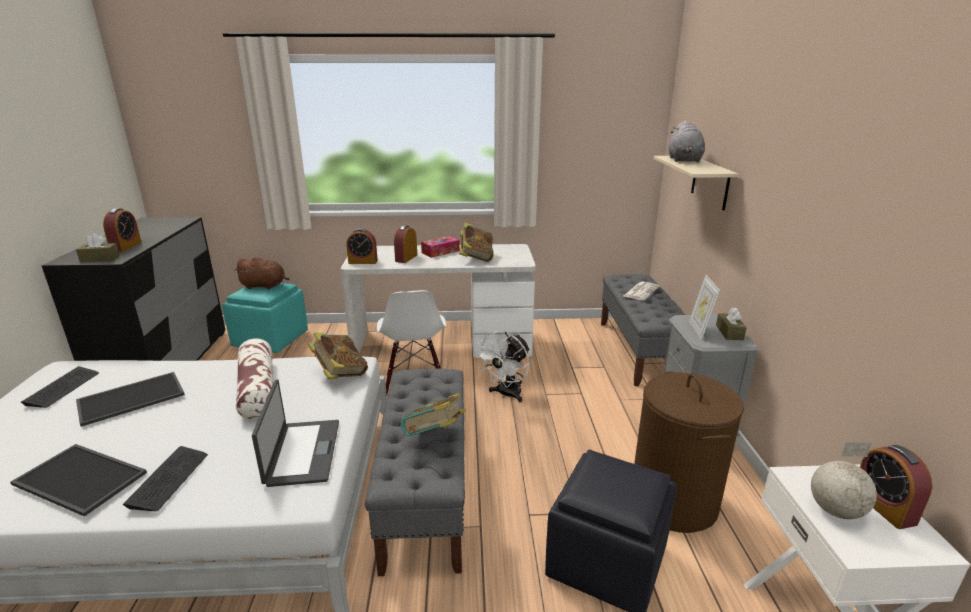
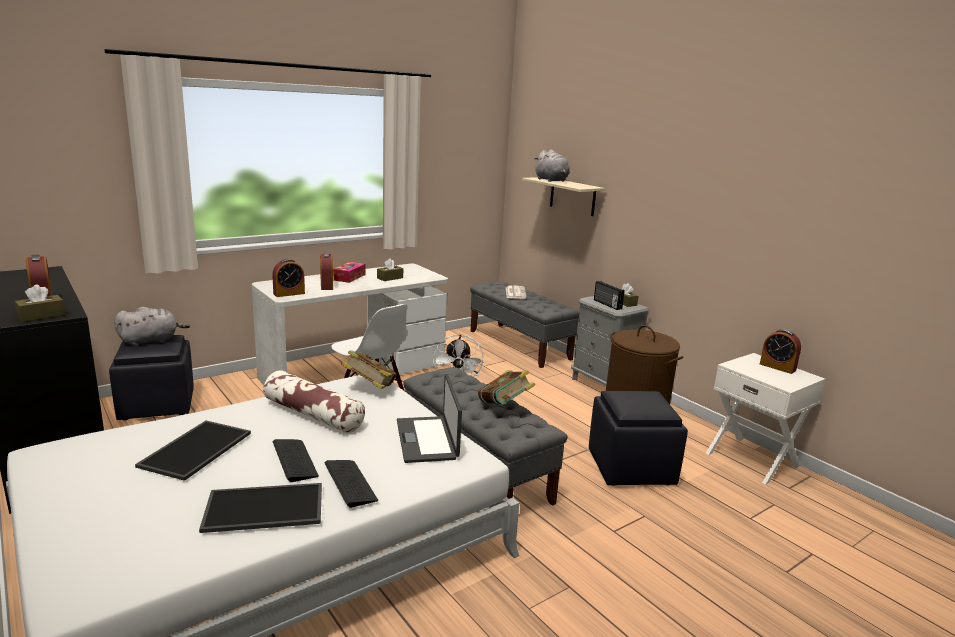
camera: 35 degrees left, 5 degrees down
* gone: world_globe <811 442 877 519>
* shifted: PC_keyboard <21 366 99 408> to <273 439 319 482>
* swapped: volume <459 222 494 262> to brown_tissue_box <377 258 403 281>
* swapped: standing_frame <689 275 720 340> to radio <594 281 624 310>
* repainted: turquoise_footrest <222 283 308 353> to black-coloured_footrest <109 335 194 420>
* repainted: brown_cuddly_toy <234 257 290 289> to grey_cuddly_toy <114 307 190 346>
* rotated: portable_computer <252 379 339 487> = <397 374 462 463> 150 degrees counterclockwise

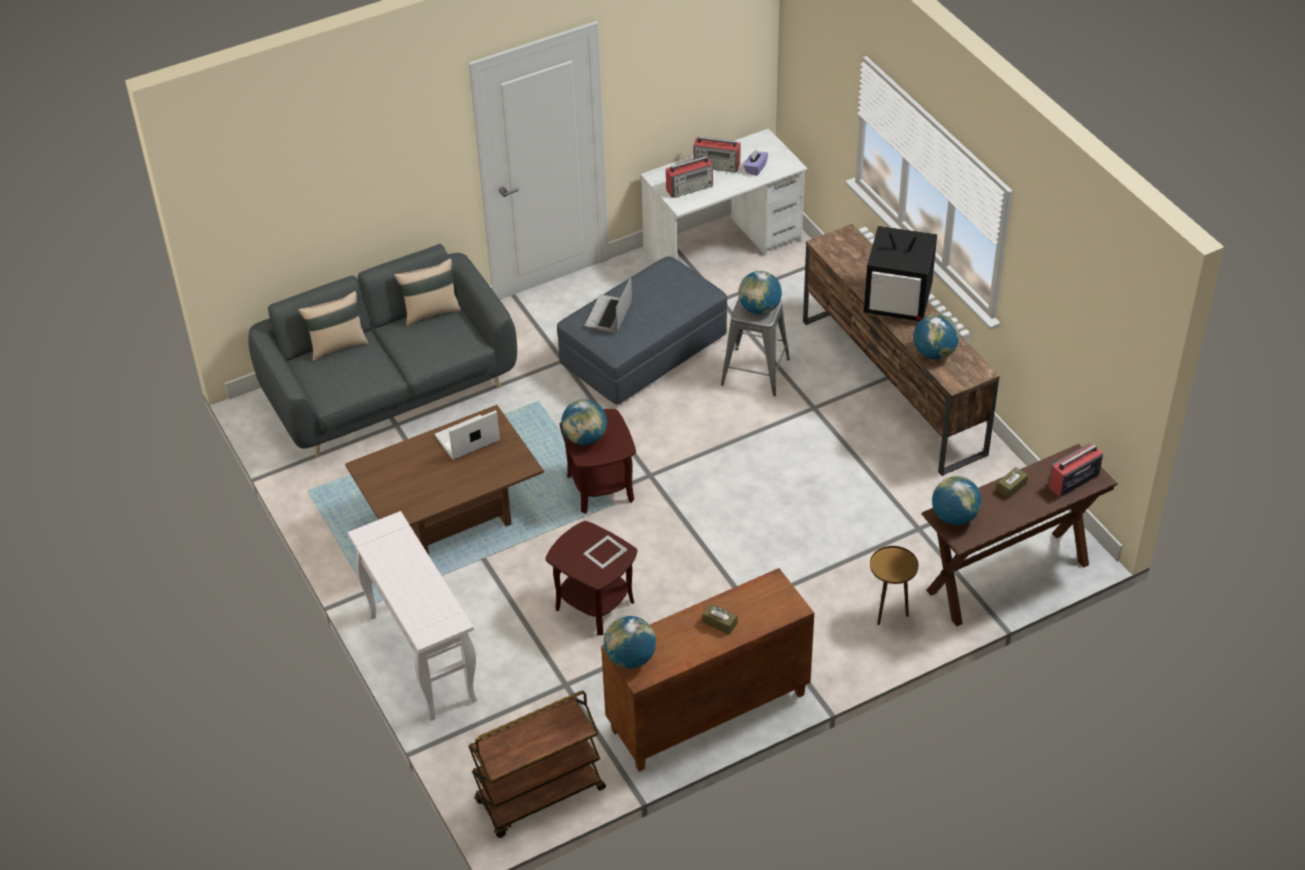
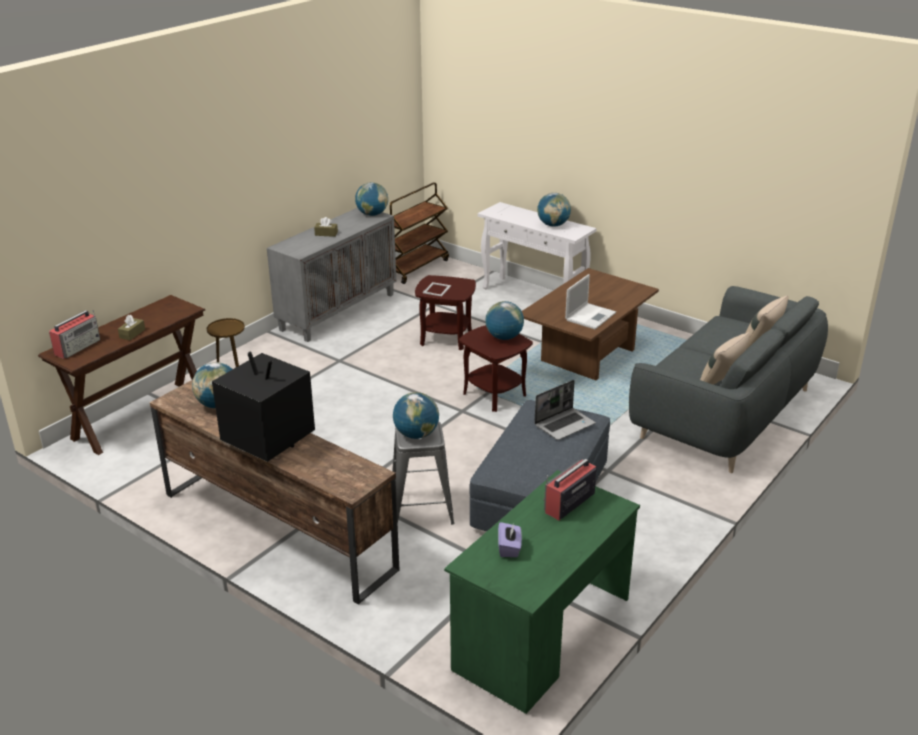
camera: 155 degrees right, 15 degrees down
* gone: radio <694 136 741 173>
* shifted: world_globe <932 476 982 525> to <537 193 571 227>
* repainted: brown_cupboard <601 568 814 772> to grey_cupboard <267 208 396 342>
* repainted: whitish_desk_unit <640 128 808 263> to greenish_desk_unit <444 470 640 714>
* rotated: portable_computer <585 276 632 333> = <535 380 596 440> 60 degrees clockwise
* rotated: television <864 226 937 321> = <212 352 315 462> 45 degrees clockwise

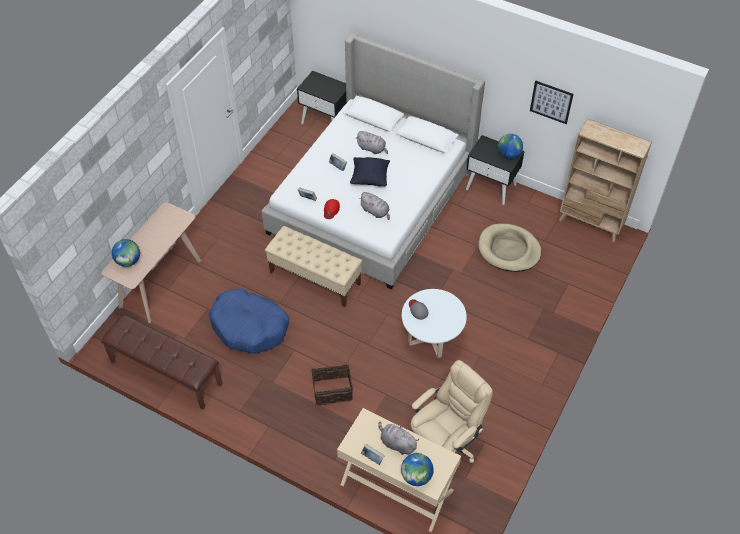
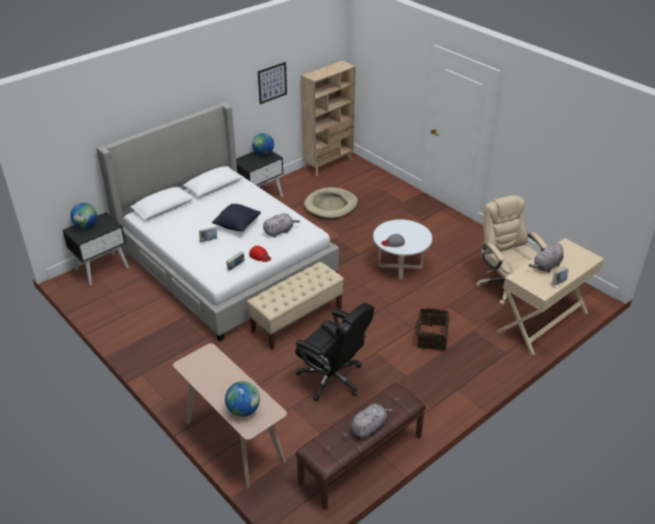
camera: 70 degrees left, 15 degrees down
* shifted: grey_cuddly_toy <356 131 388 154> to <350 404 394 438>
* shifted: world_globe <401 453 434 486> to <70 203 97 228>
* swapped: blue_dog_cushion <209 288 289 354> to black-coloured_computer_chair <295 303 374 401>

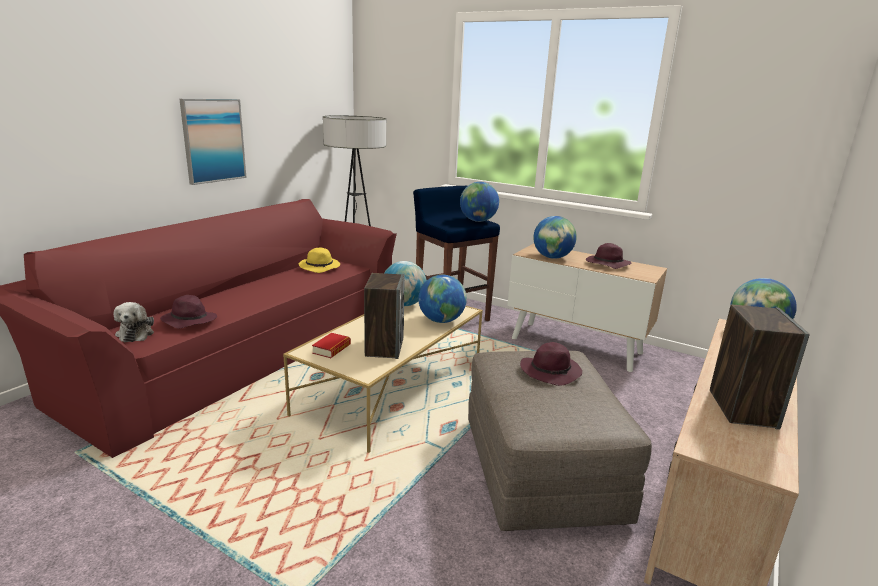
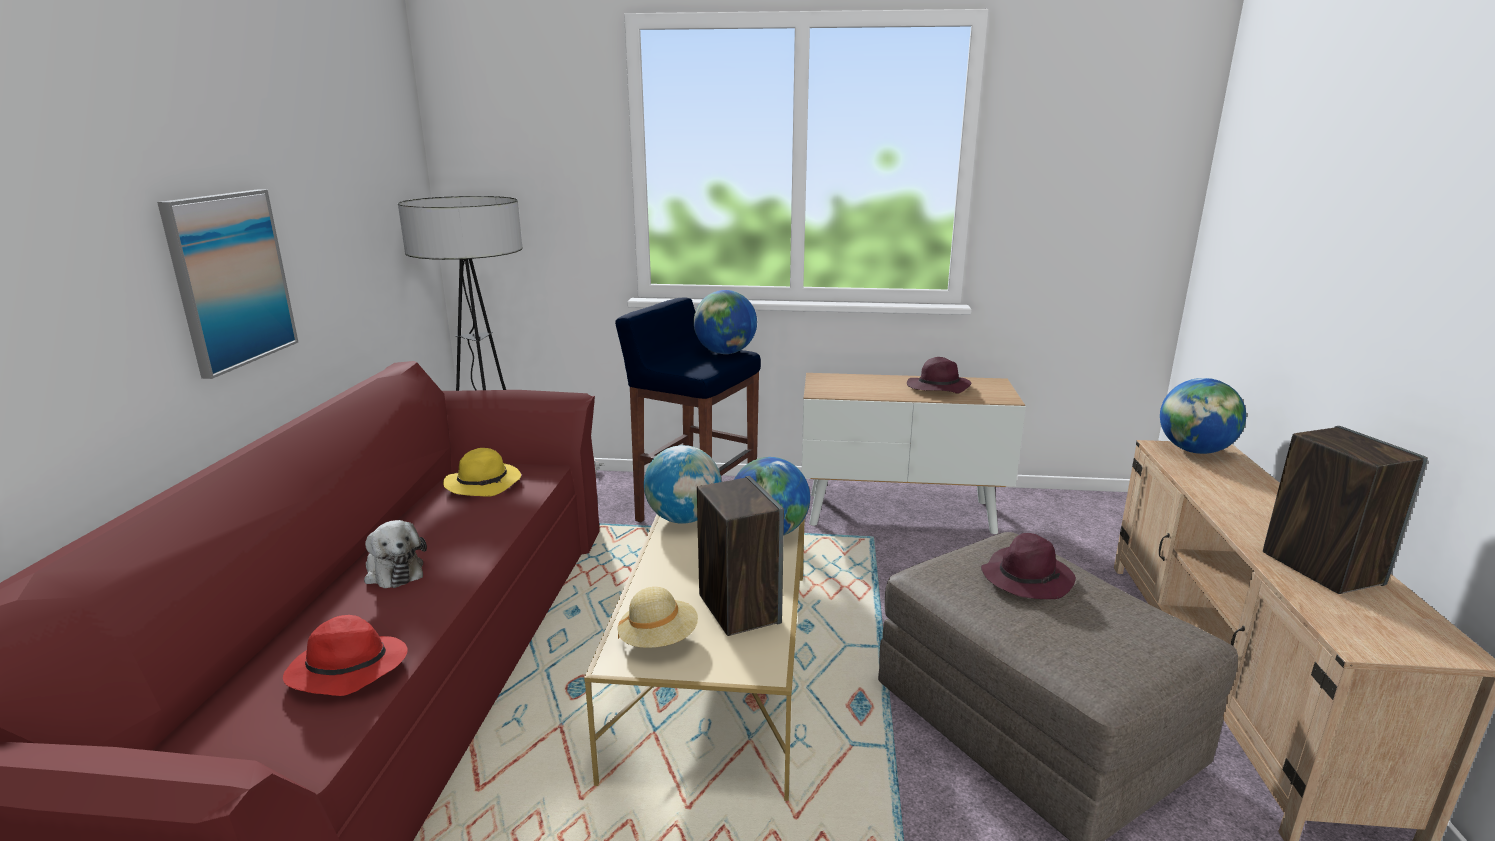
camera: 25 degrees left, 0 degrees up
* gone: world_globe <533 216 577 259>
* shifted: cuddly_toy <113 302 154 342> to <364 520 427 588>
* swapped: volume <312 333 351 358> to sand-coloured_hat <618 587 698 648>
* repainted: purple_hat <160 295 217 328> to red_hat <283 615 408 696>

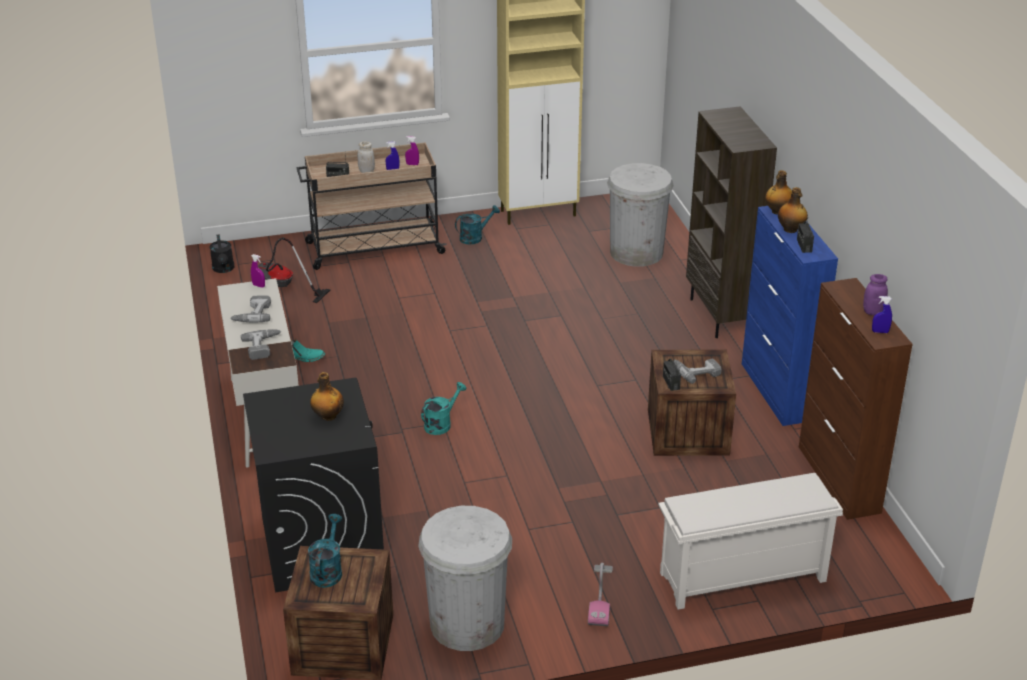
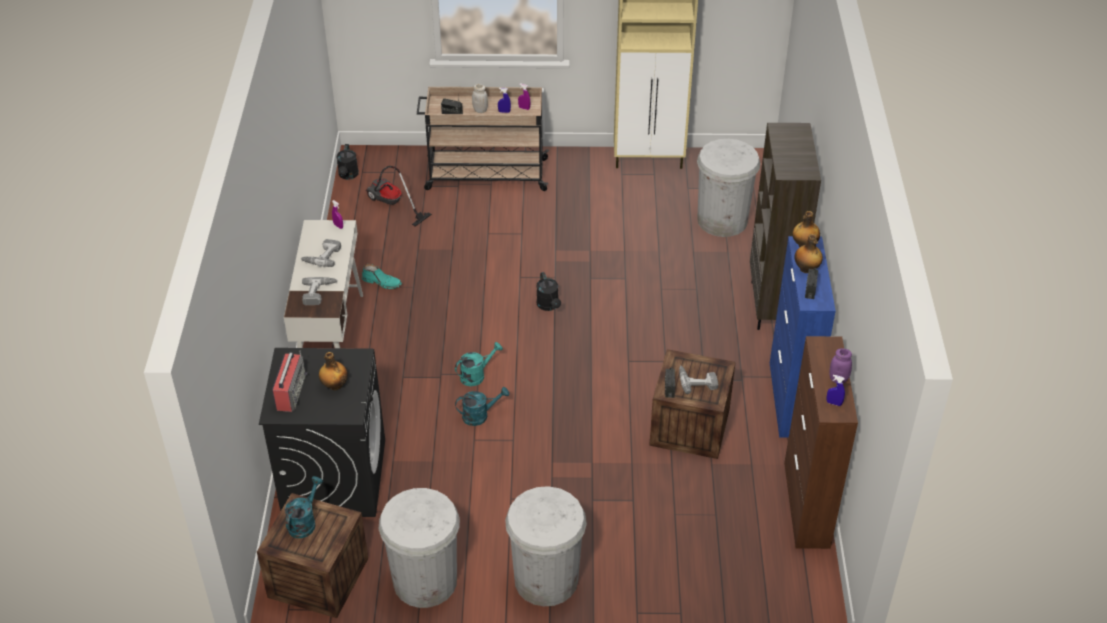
camera: 15 degrees right, 10 degrees up
* gone: whitish_shoe_stand <658 473 843 610>
* new: radio <272 350 308 412>
* new: black-coloured_sprinkling_can <536 272 561 311>
* shifted: turquoise_sprinkling_can <455 205 500 245> to <455 387 509 426>
* swapped: hoover <588 562 613 626> to whitish_waste_bin <505 486 587 606>

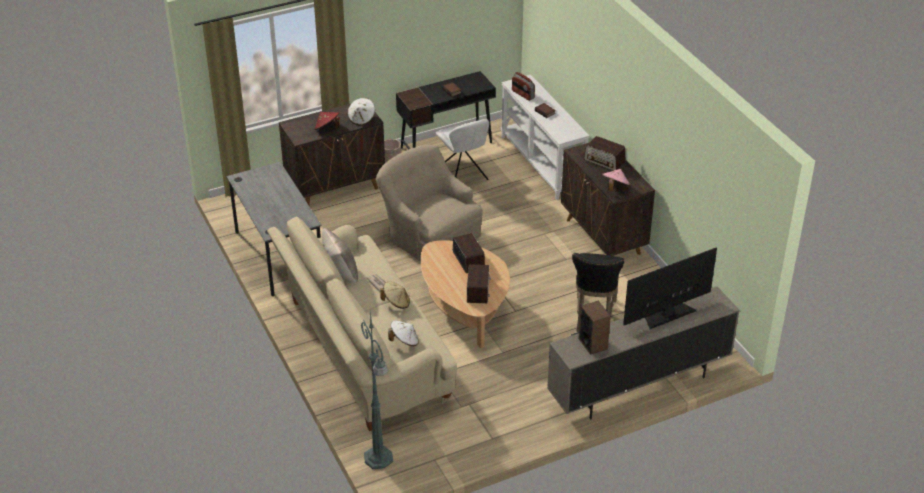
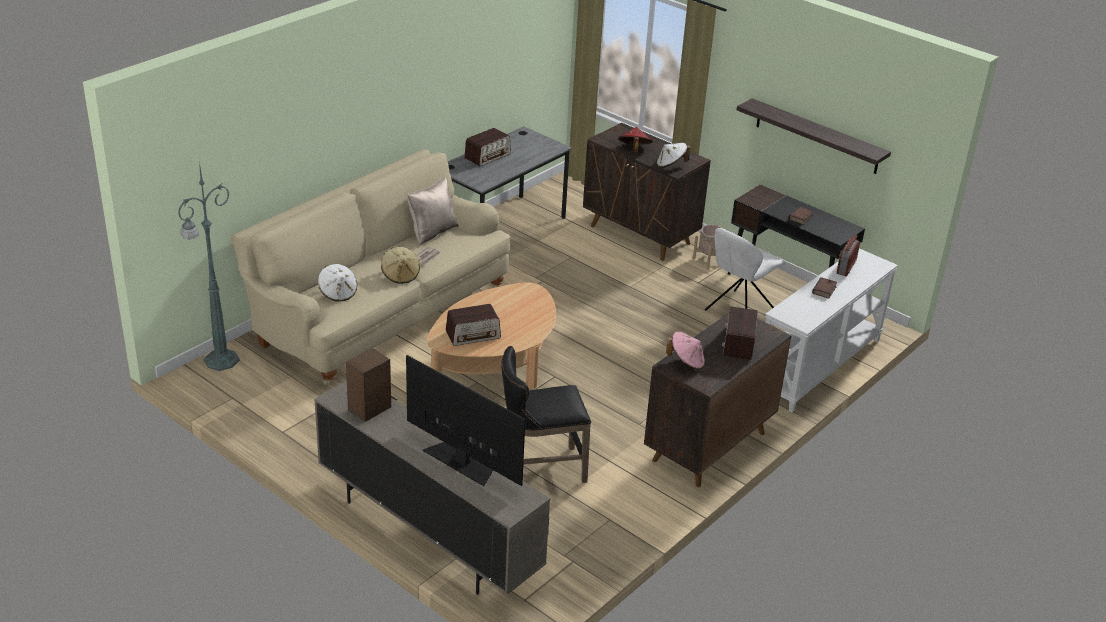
camera: 65 degrees right, 5 degrees down
* gone: sand-coloured_easy_chair <376 145 483 262>
* new: shelf <736 98 891 174>
* shifted: radio <453 233 485 273> to <464 128 511 166>

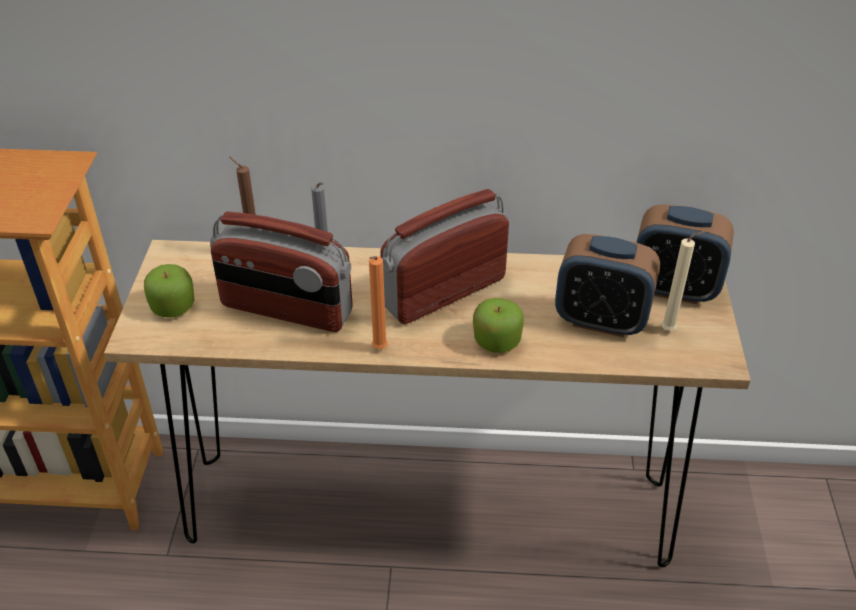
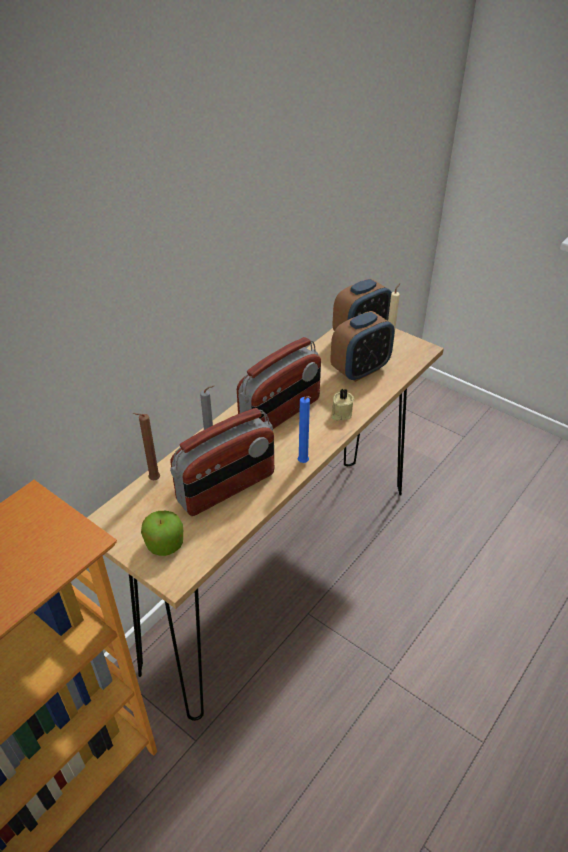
camera: 55 degrees left, 0 degrees up
* swapped: apple <473 298 524 353> to sand-coloured_wax_light <331 389 354 421>
* repainted: orange-coloured_wax_light <369 256 388 349> to blue_wax_light <298 396 311 463>
* rotated: radio <381 189 509 324> = <237 337 321 429> 135 degrees counterclockwise

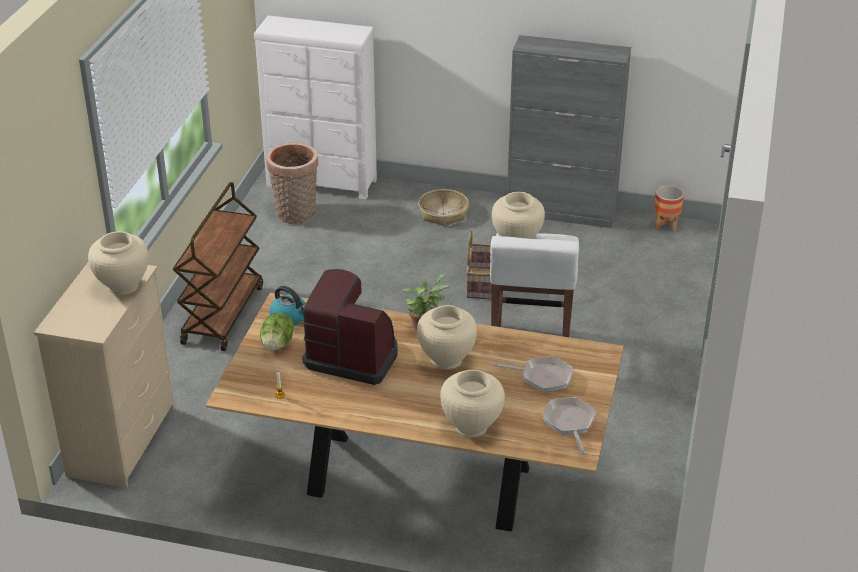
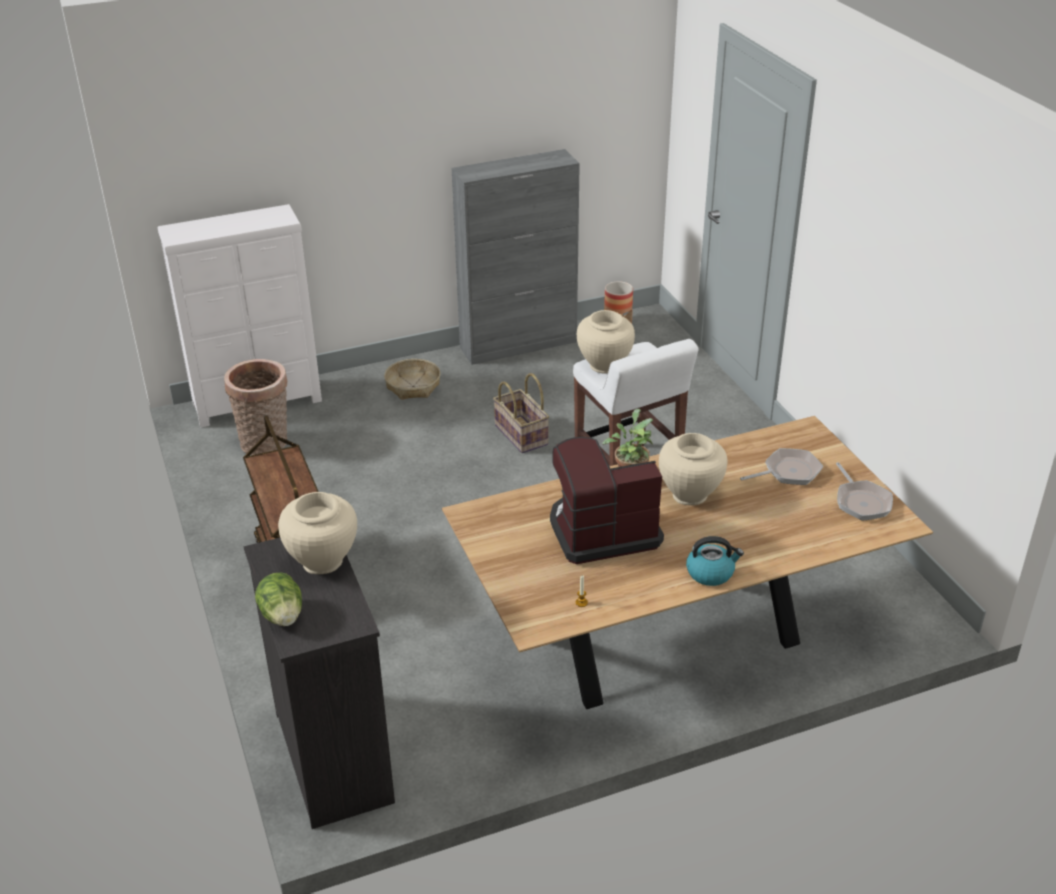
camera: 35 degrees left, 0 degrees up
* gone: sand-coloured_decorative_vase <440 370 505 438>
* shifted: head_of_lettuce <260 313 294 351> to <255 572 302 626>
* shifted: tea_kettle <269 286 306 325> to <686 536 744 586>
* repainted: sand-coloured_dresser <34 261 175 488> to black-coloured_dresser <244 538 395 829>
* rotated: pan <543 397 596 455> = <836 462 893 521> 150 degrees counterclockwise

